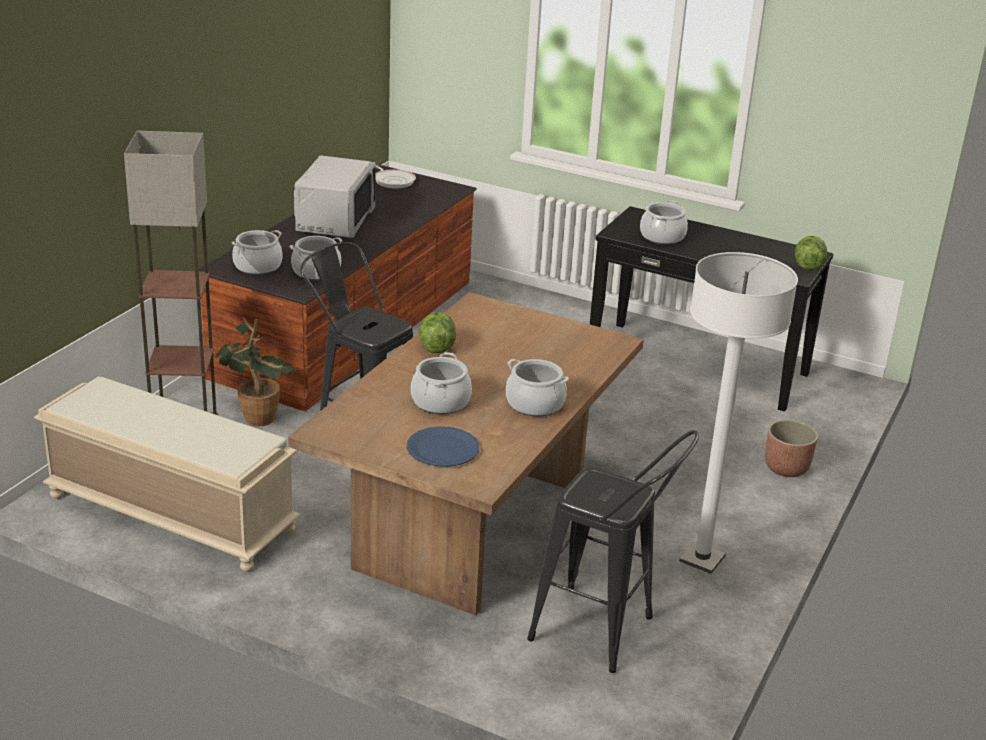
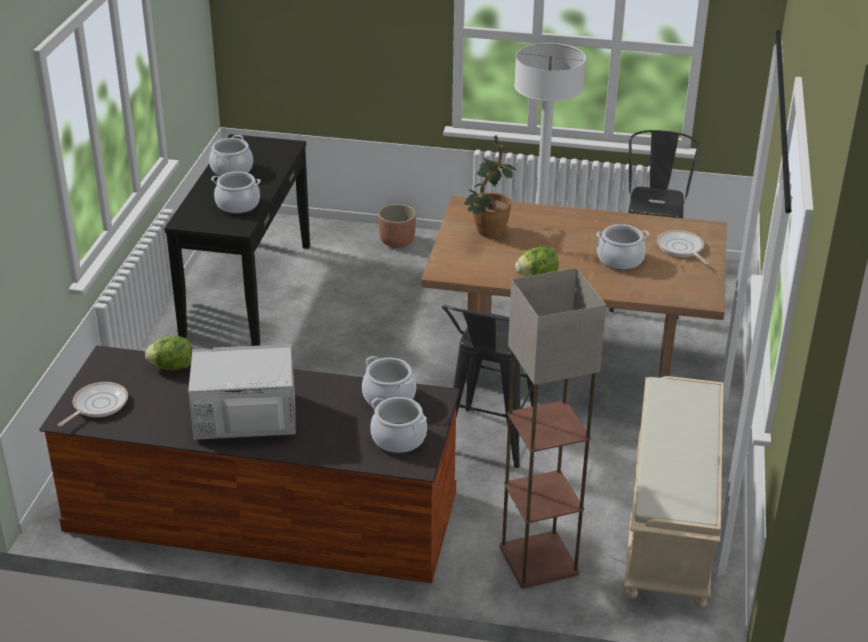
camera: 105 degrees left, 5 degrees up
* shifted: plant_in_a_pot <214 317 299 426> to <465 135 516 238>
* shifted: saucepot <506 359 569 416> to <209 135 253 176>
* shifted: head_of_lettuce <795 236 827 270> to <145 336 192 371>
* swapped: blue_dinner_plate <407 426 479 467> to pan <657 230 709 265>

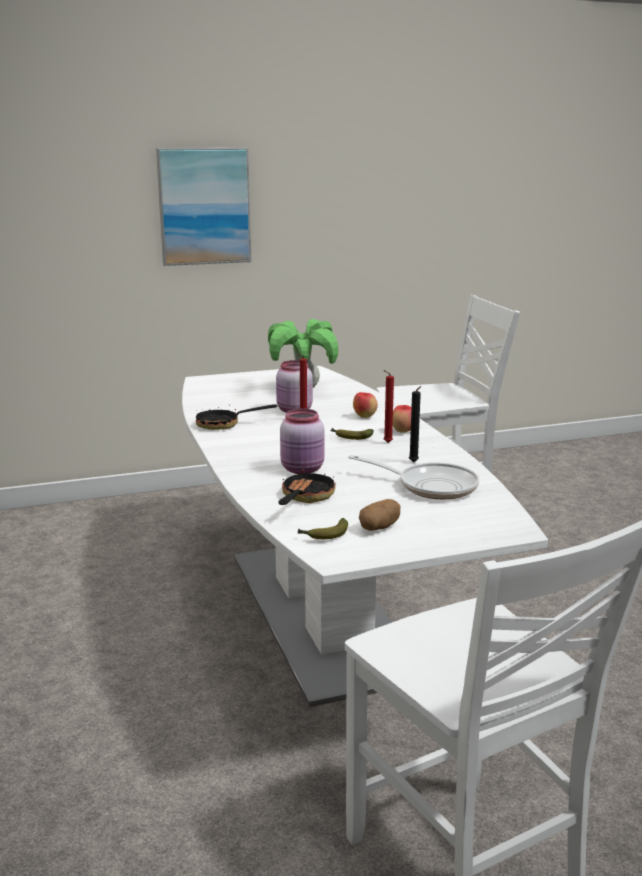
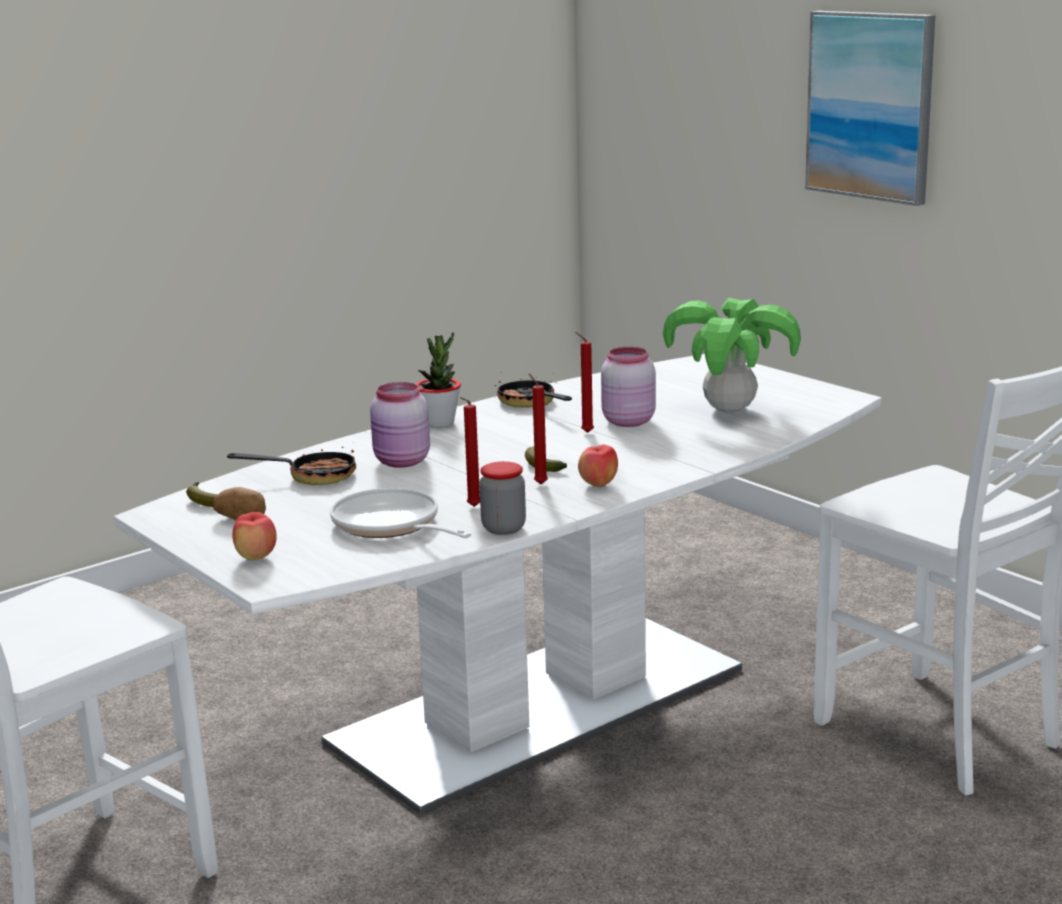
camera: 70 degrees right, 0 degrees up
* new: plant_in_a_pot <416 332 461 427>
* new: storage_jar <479 461 526 535>
* shifted: apple <353 392 378 418> to <232 512 277 560>
* repainted: black-coloured_wax_light <409 386 421 462> to red_wax_light <460 397 480 507>
* rotated: pan <348 455 479 499> = <330 488 472 538> 135 degrees clockwise

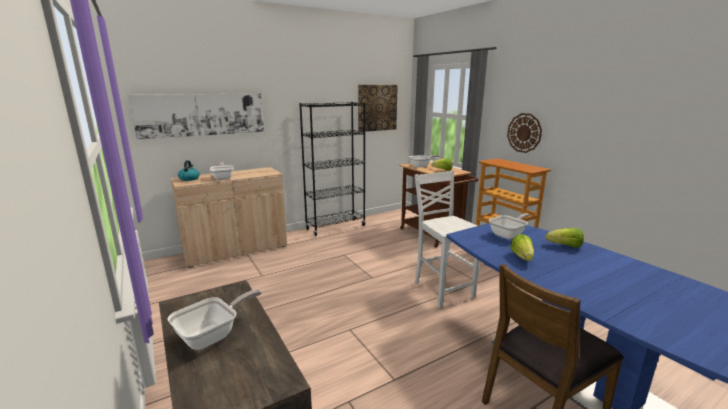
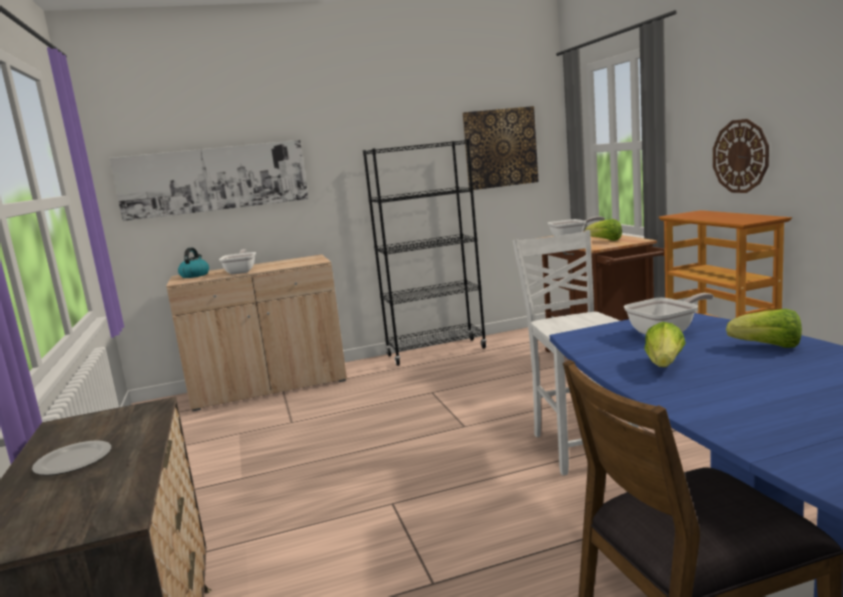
camera: 15 degrees right, 5 degrees down
* swapped: pan <167 290 262 350> to dinner_plate <32 440 111 476>

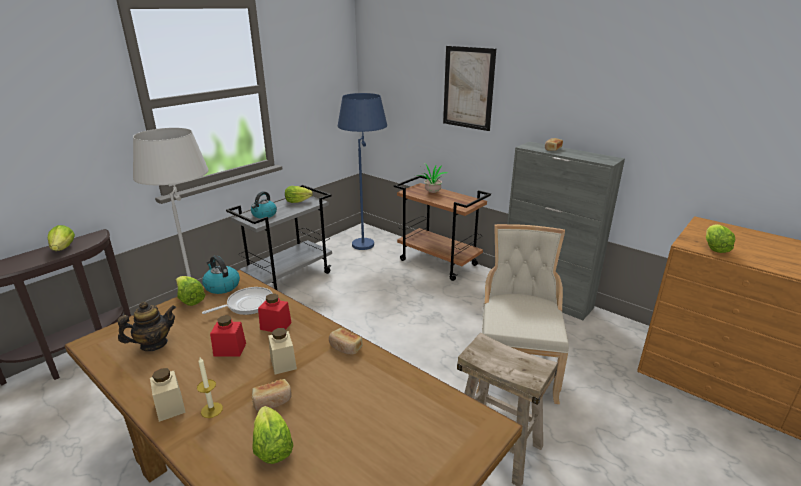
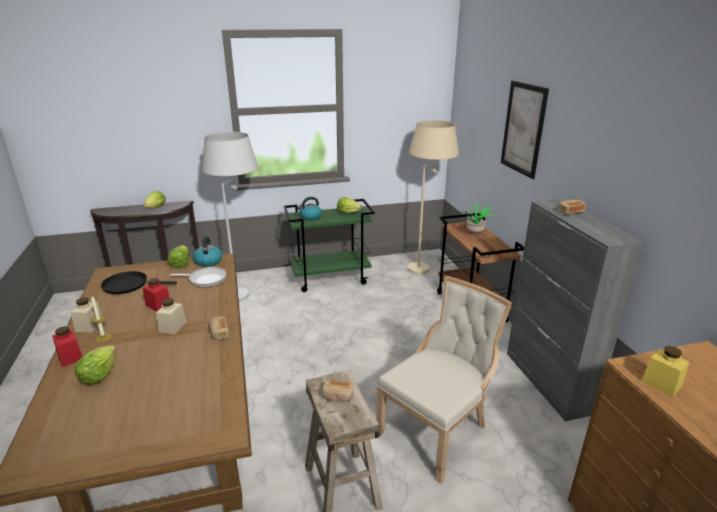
camera: 35 degrees right, 0 degrees up
* shifted: bread <252 379 292 411> to <322 380 353 402>
* shifted: red_storage_jar <258 294 292 332> to <52 326 83 367>
* swapped: teapot <117 301 176 351> to black-coloured_pan <101 271 177 294>
* swapped: head_of_lettuce <706 224 736 253> to yellow_storage_jar <641 346 689 397>
* repainted: grey_cart <226 185 332 290> to greenish_cart <284 199 375 292>
* repainted: blue_floor_lamp <338 93 387 250> to sand-coloured_floor_lamp <407 120 459 274>

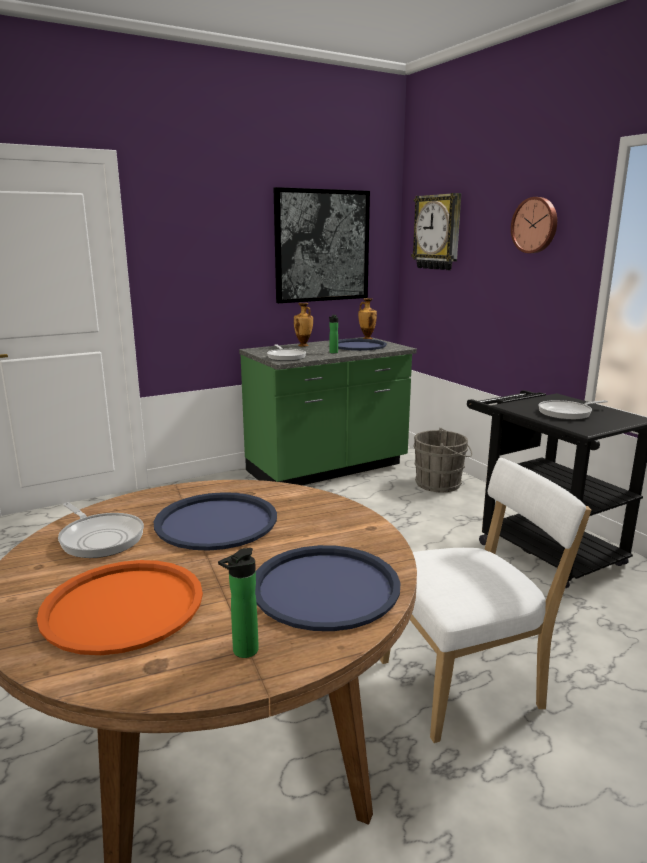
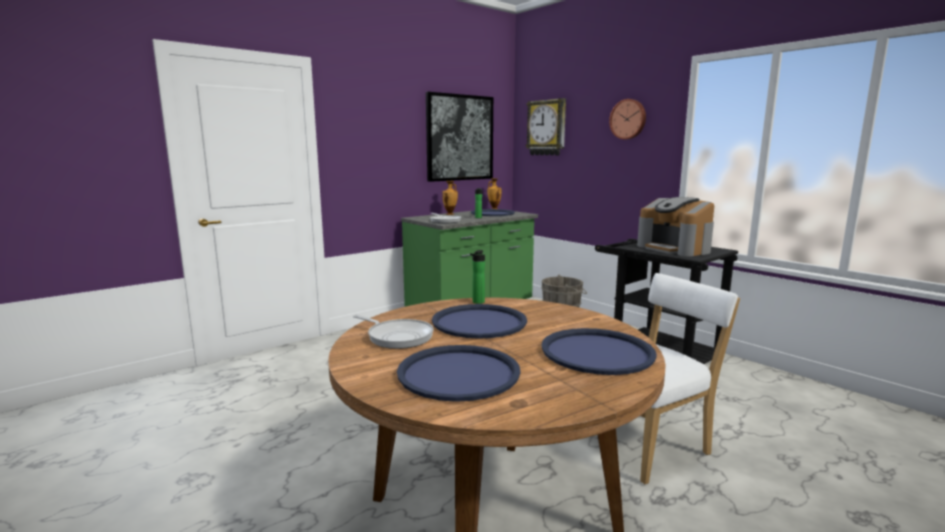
camera: 10 degrees left, 5 degrees down
* shifted: bottle <218 548 259 658> to <470 250 485 304>
* swapped: pan <538 400 608 420> to coffee_maker <637 197 714 256>
* repainted: orange-coloured_serving_tray <37 560 203 655> to blue_serving_tray <397 345 521 402>

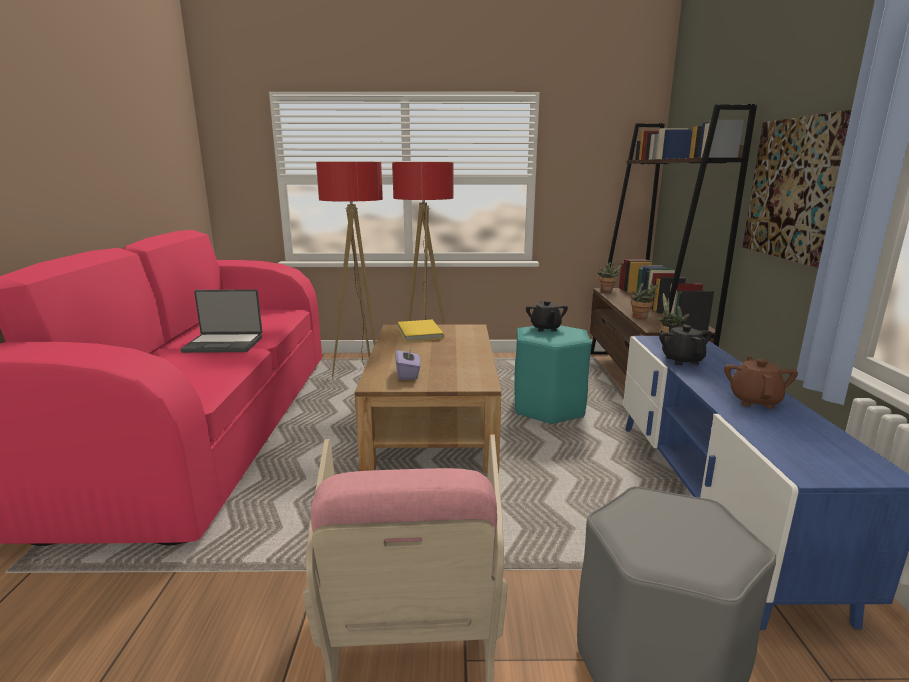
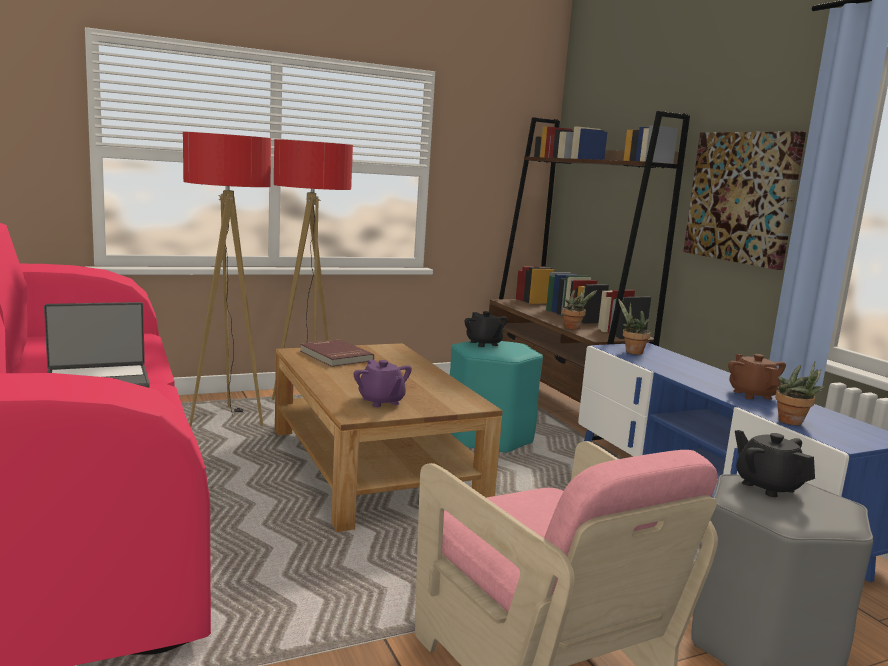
camera: 25 degrees left, 5 degrees down
* shifted: plant_in_a_pot <597 260 623 292> to <775 362 825 425>
* shifted: black-coloured_teapot <659 325 712 365> to <735 430 815 497>
* swapped: purple_tissue_box <396 346 421 380> to purple_teapot <354 360 412 407>
* repainted: yellow_volume <398 320 444 342> to red_volume <300 340 374 367>

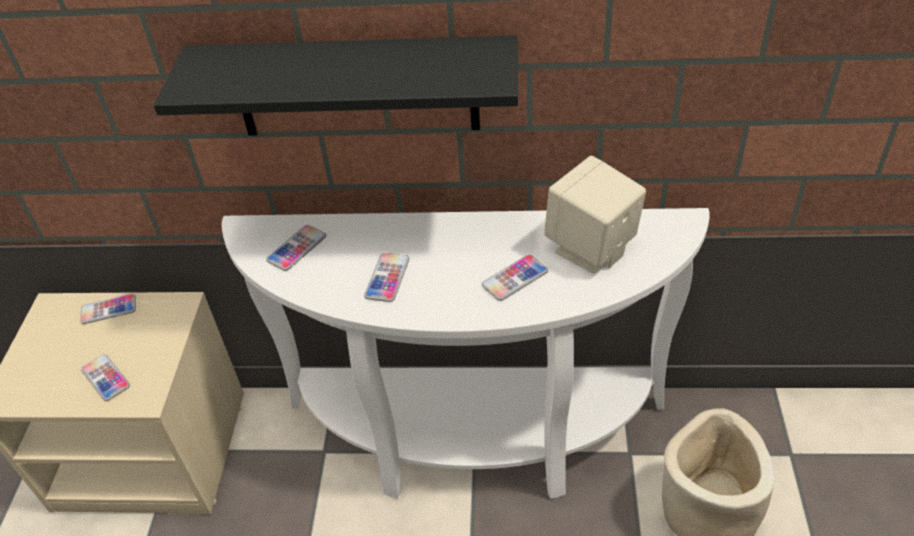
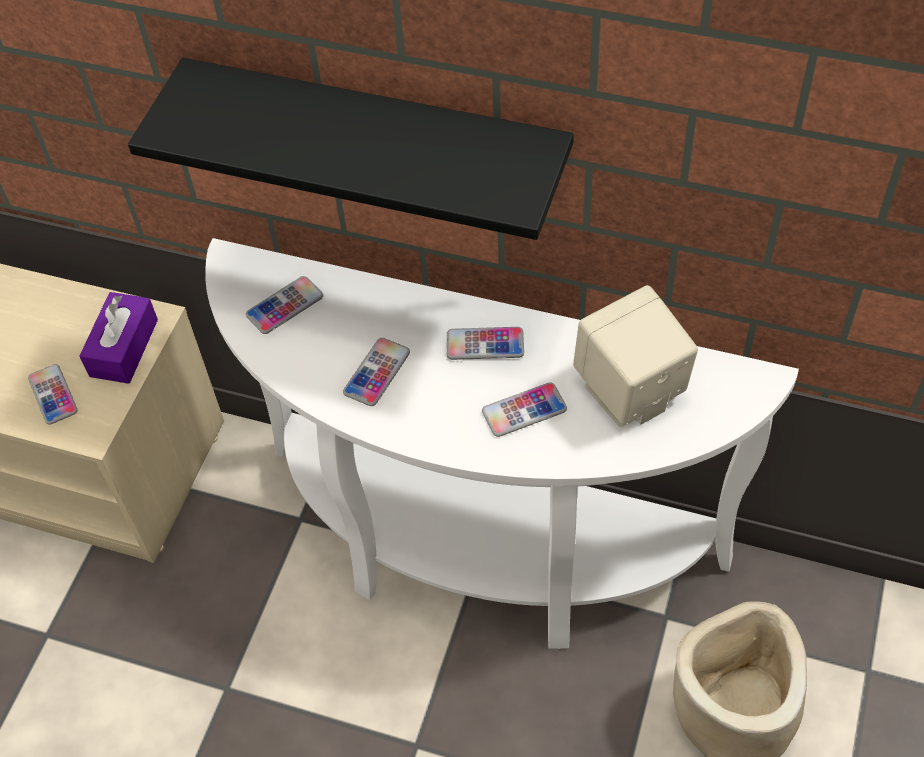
camera: 15 degrees right, 10 degrees up
* new: purple_tissue_box <79 292 158 384>
* shifted: handset <80 294 136 324> to <447 327 524 360>

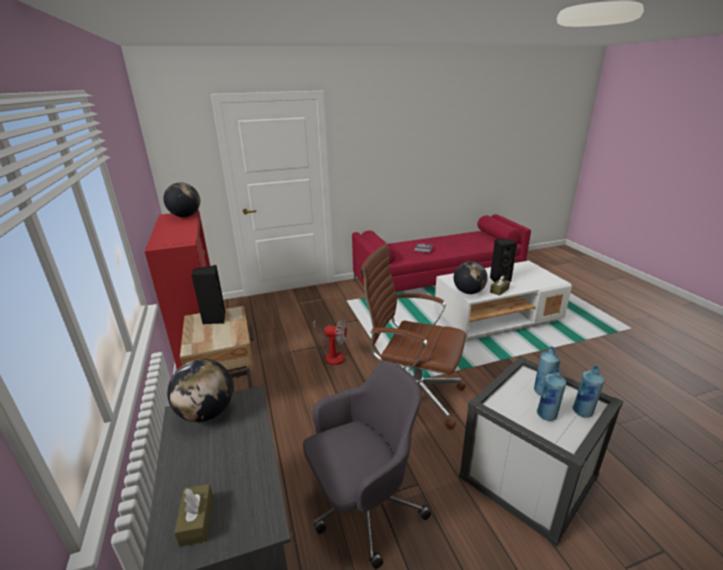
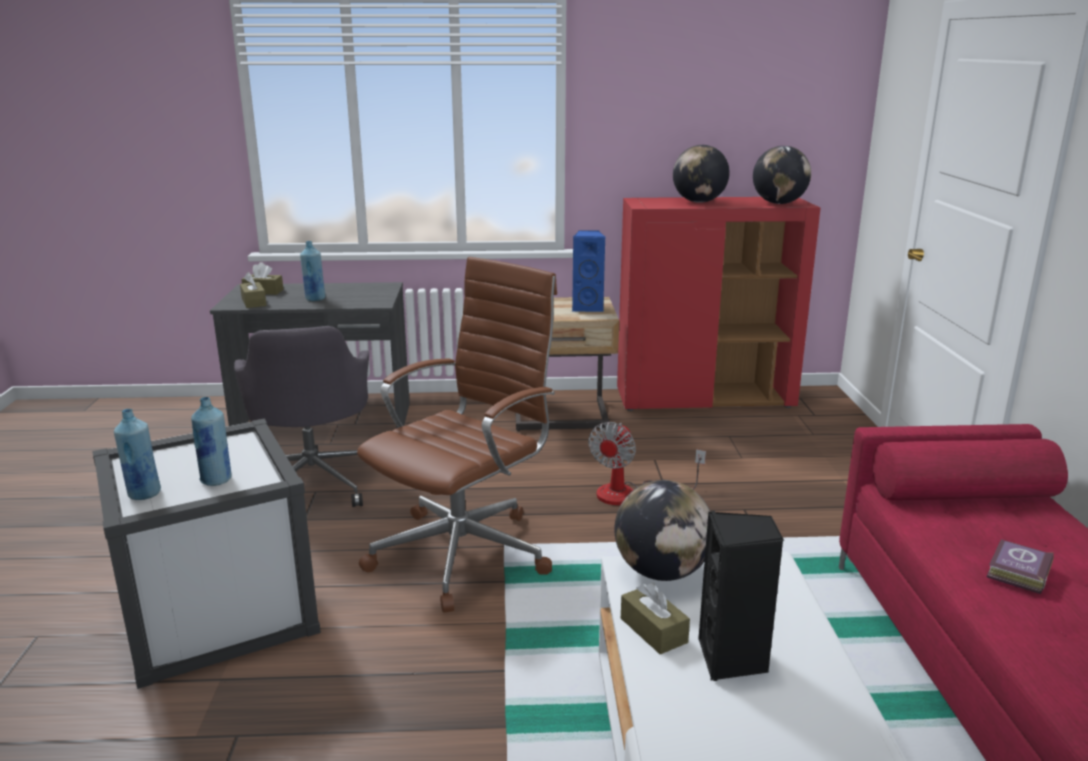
camera: 105 degrees right, 5 degrees down
* new: brown_tissue_box <240 272 267 308>
* shifted: world_globe <167 359 233 422> to <673 145 730 203>
* shifted: blue_bottle <537 369 566 421> to <300 241 325 301>
* repainted: black-coloured_speaker <191 265 226 324> to blue_speaker <572 231 605 312>

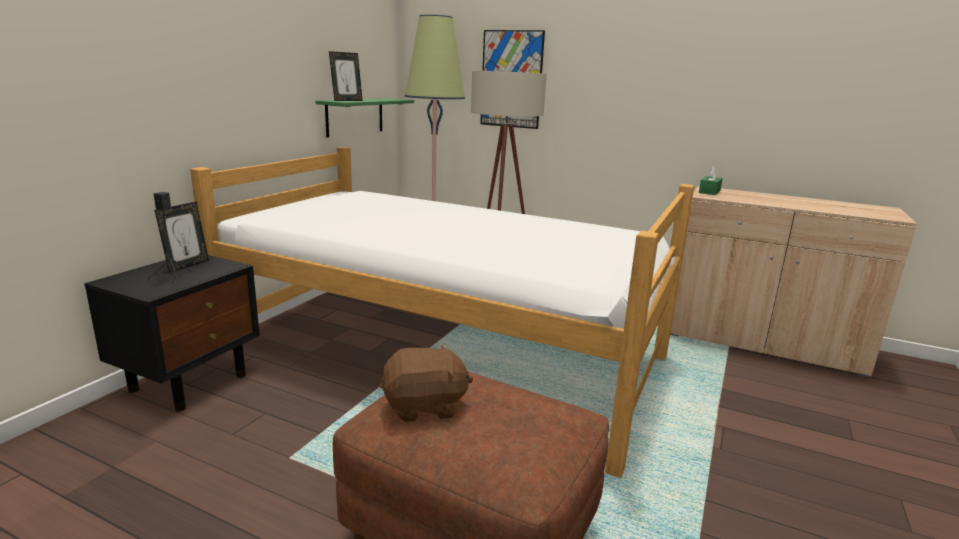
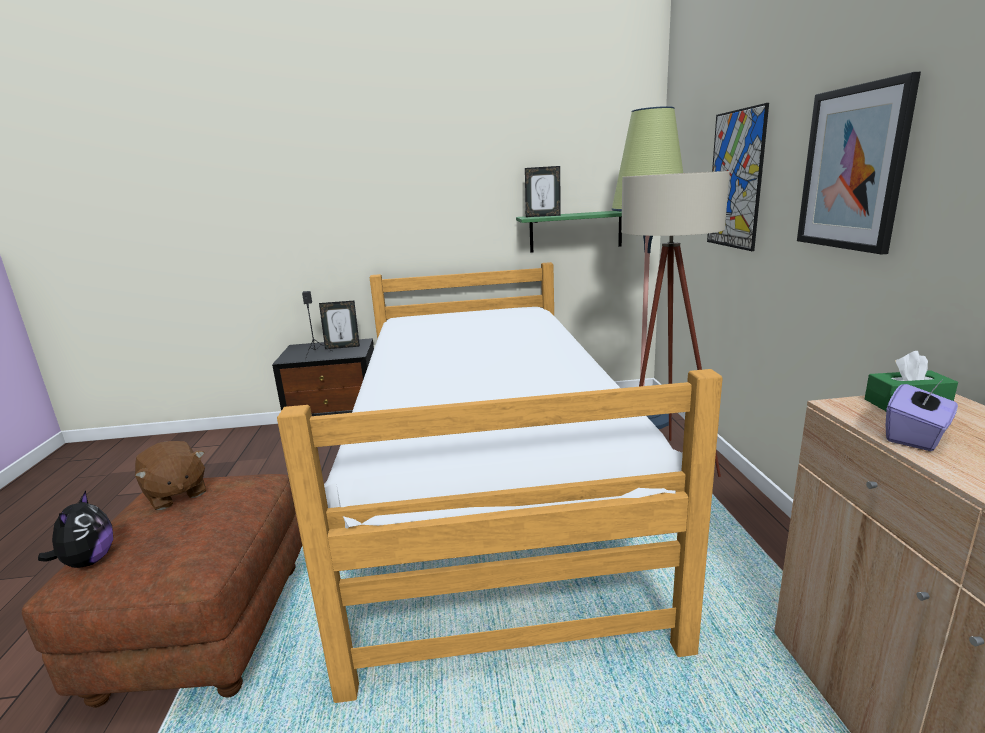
camera: 60 degrees right, 0 degrees up
* new: cuddly_toy <38 490 113 568>
* new: wall_art <797 72 921 255>
* new: purple_tissue_box <886 380 958 451>

